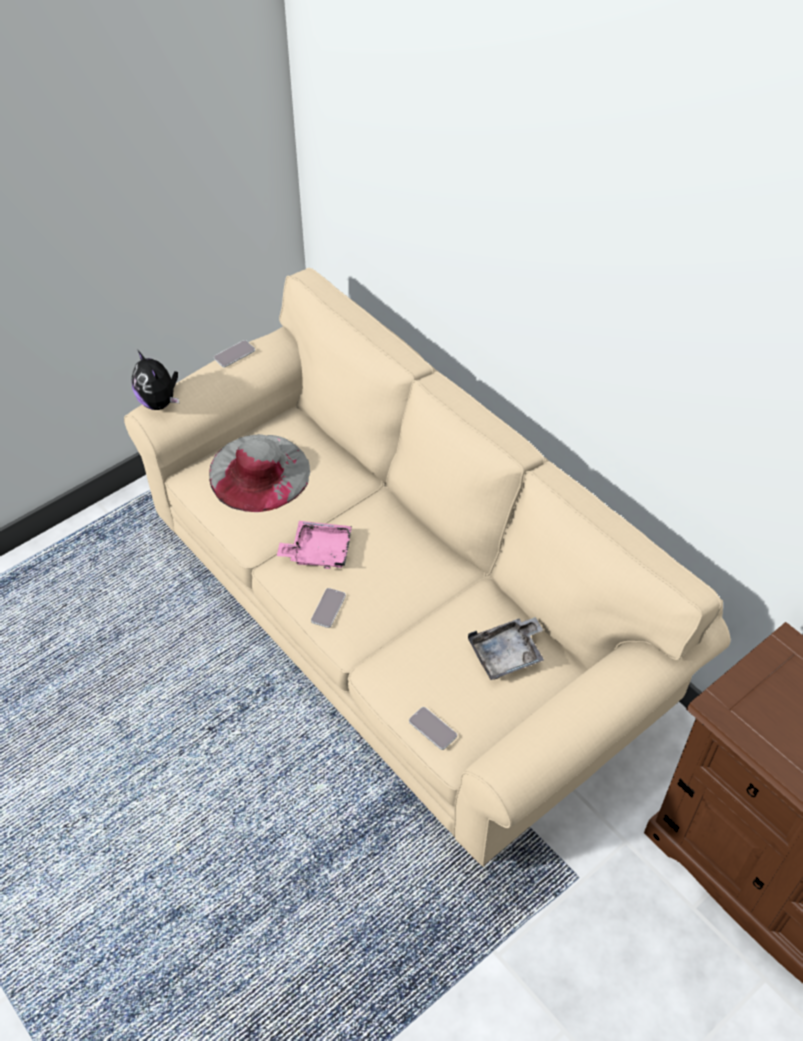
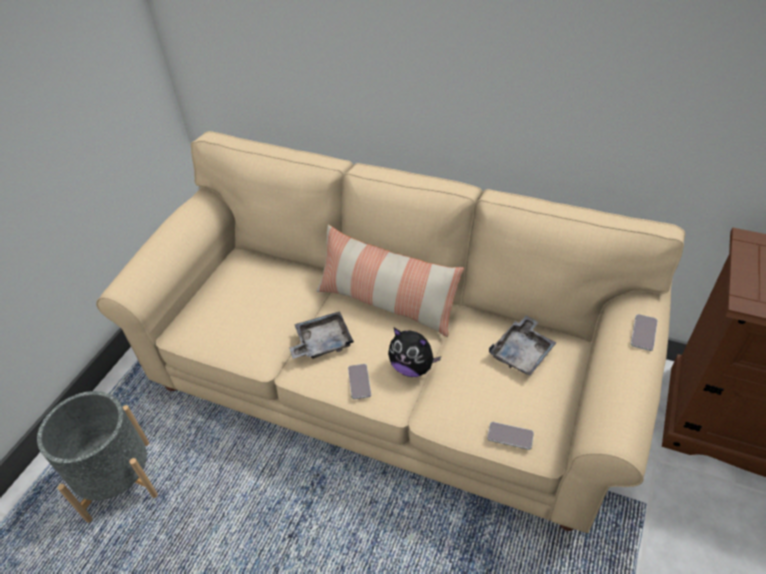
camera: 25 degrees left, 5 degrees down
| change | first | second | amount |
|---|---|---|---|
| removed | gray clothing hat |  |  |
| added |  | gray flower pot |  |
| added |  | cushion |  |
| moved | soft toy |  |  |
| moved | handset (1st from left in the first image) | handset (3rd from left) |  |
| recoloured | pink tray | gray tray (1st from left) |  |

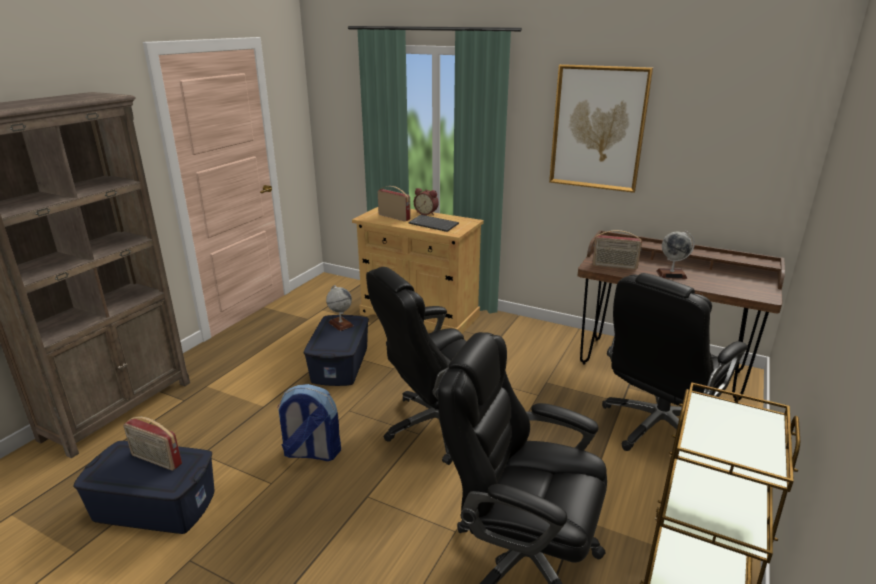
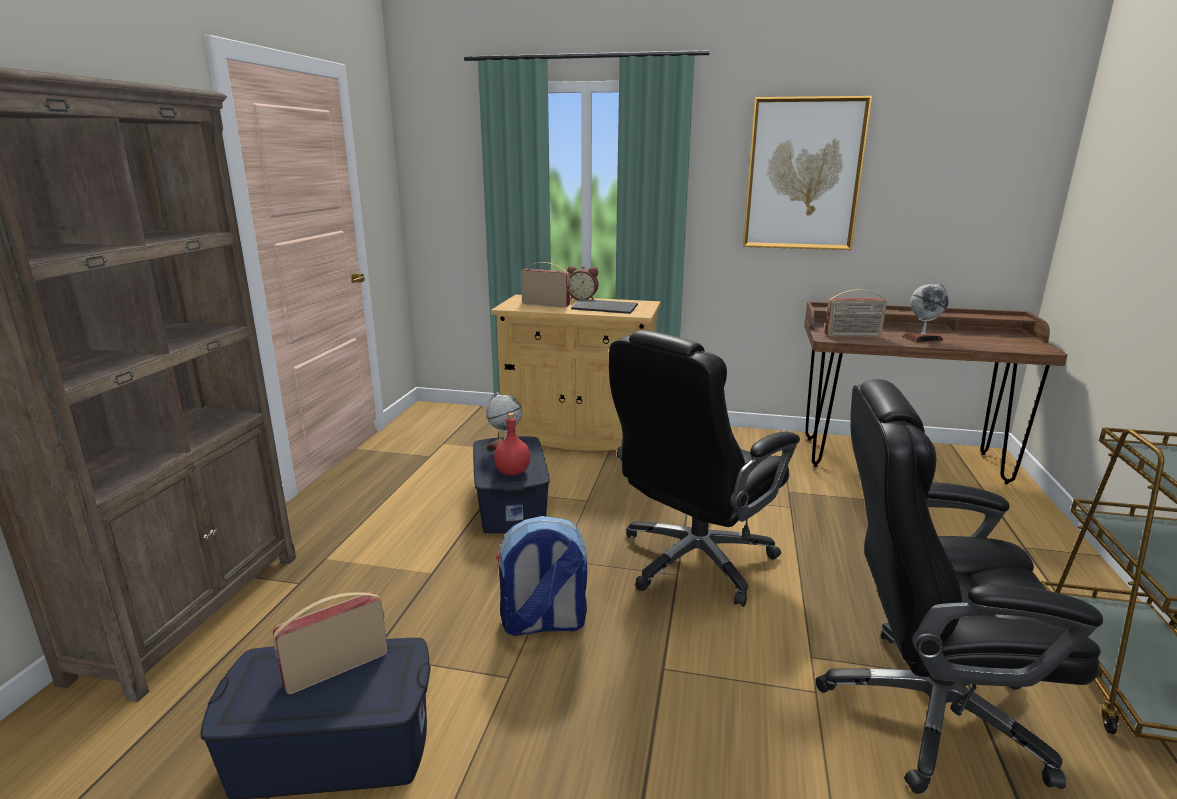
camera: 15 degrees left, 5 degrees down
| change | first | second | amount |
|---|---|---|---|
| removed | blackish desk chair (3rd from left) |  |  |
| added |  | red-coloured beverage bottle |  |
| turned | radio (1st from left) |  | 135 degrees clockwise |

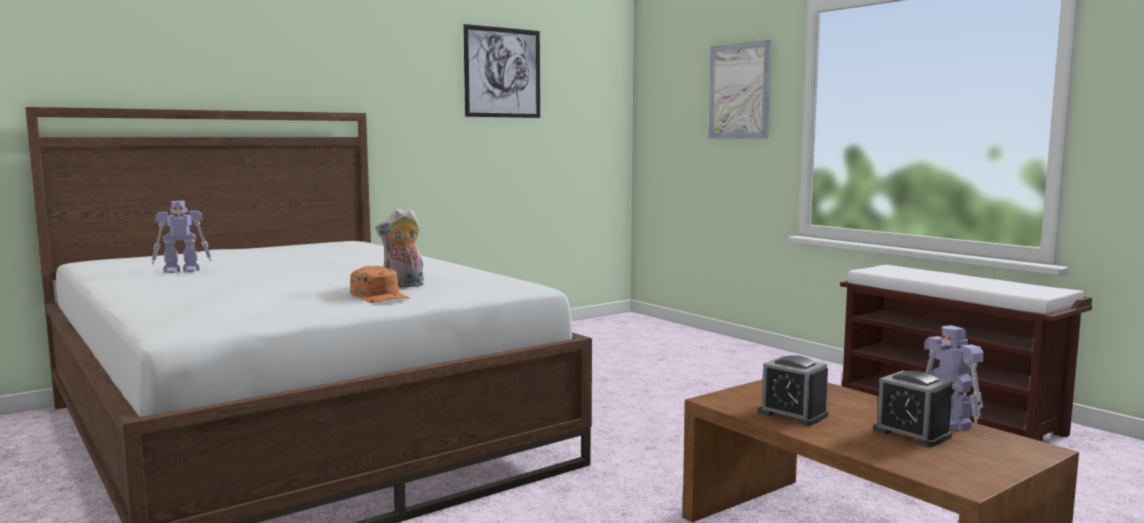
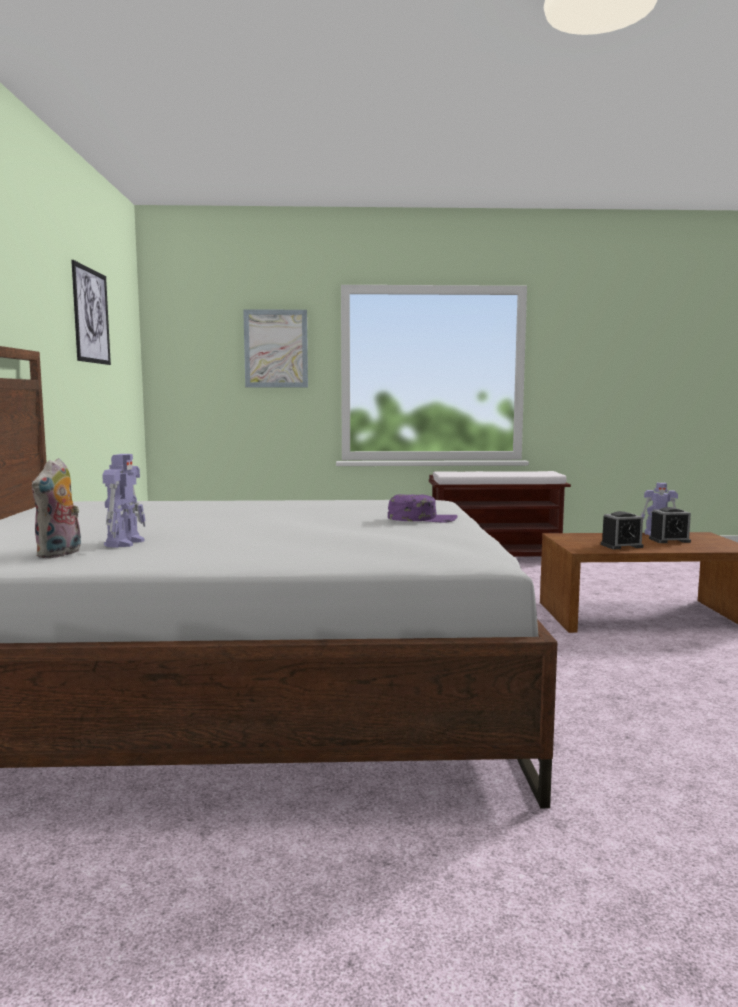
camera: 55 degrees left, 0 degrees up
| change | first | second | amount |
|---|---|---|---|
| moved | soft toy |  |  |
| recoloured | orange peaked cap | purple peaked cap |  |

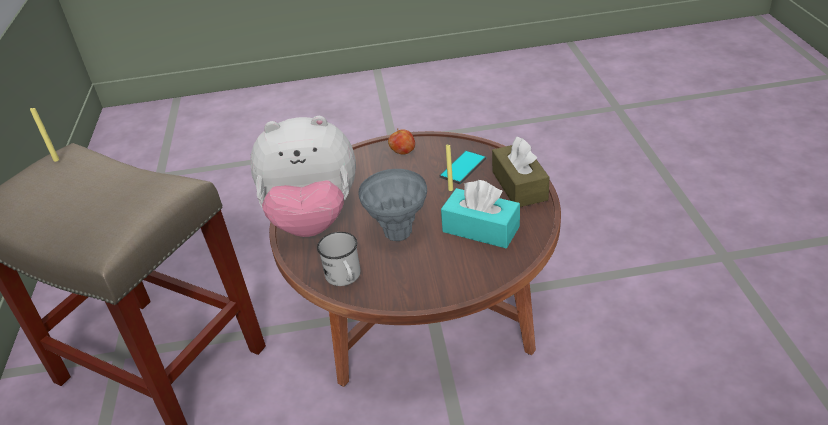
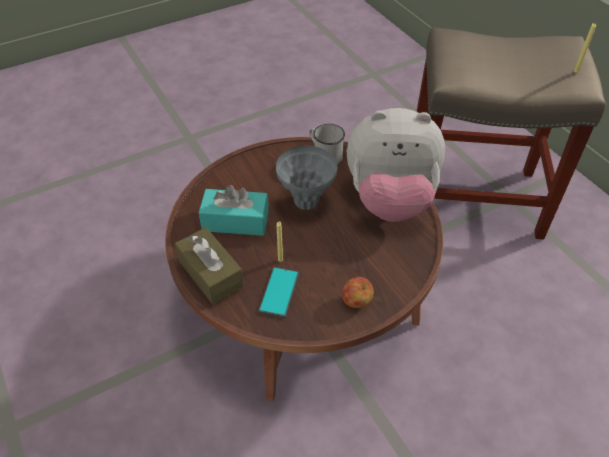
camera: 155 degrees right, 10 degrees up
| change | first | second | amount |
|---|---|---|---|
| turned | soft toy |  | 150 degrees counterclockwise |

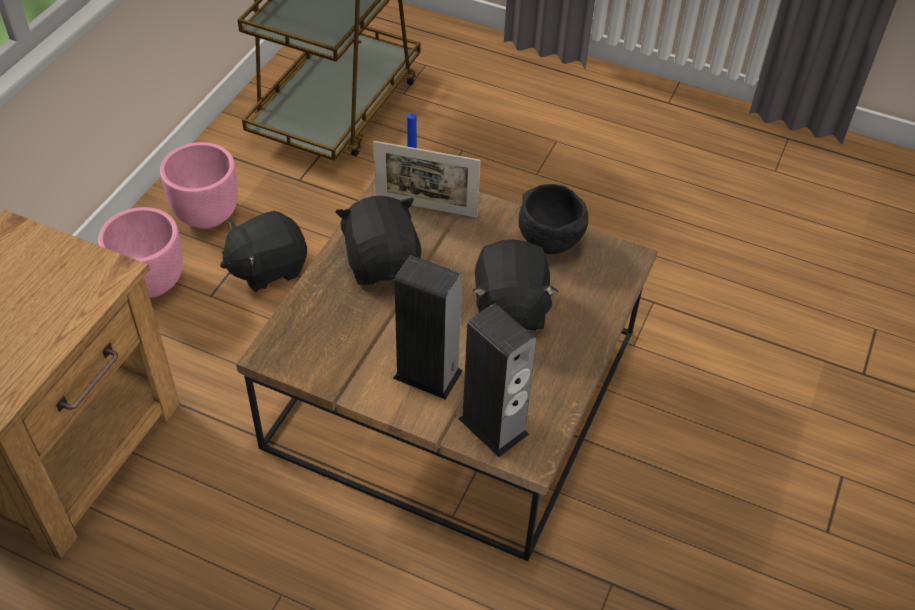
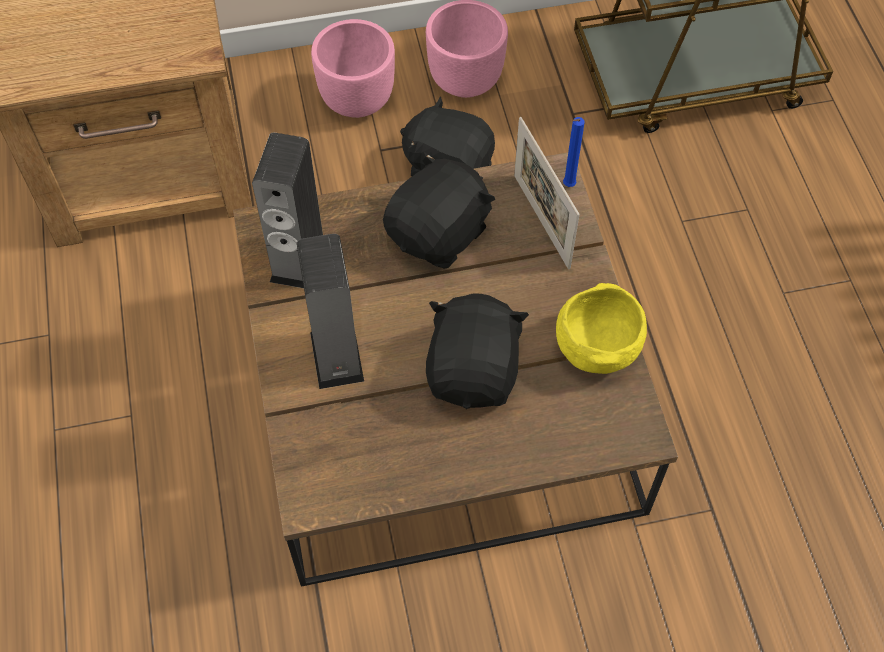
camera: 55 degrees right, 10 degrees up
| change | first | second | amount |
|---|---|---|---|
| moved | speaker (2nd from left in the first image) | speaker (1st from left) |  |
| recoloured | blackish bowl | yellow bowl |  |
| turned | blackish soft toy (3rd from left) |  | 135 degrees clockwise |

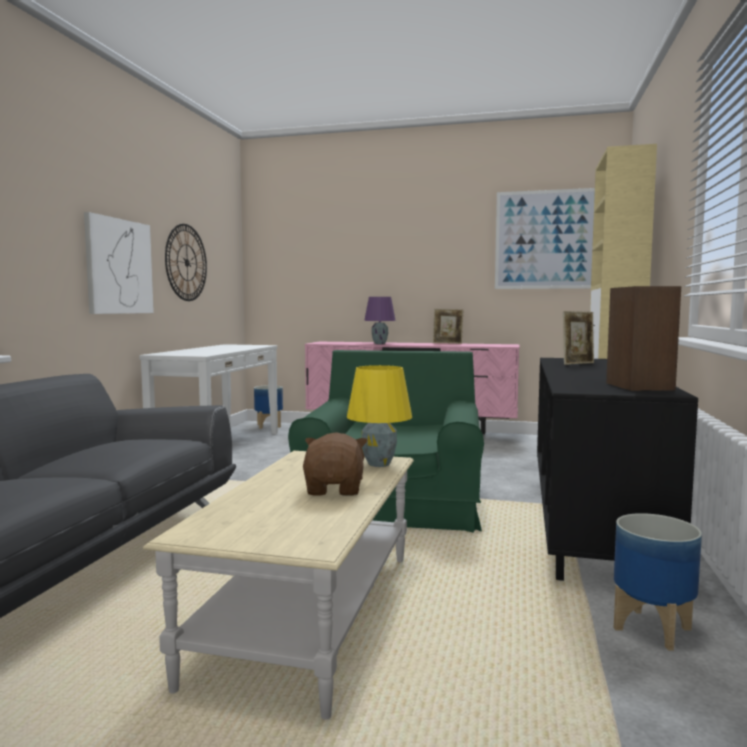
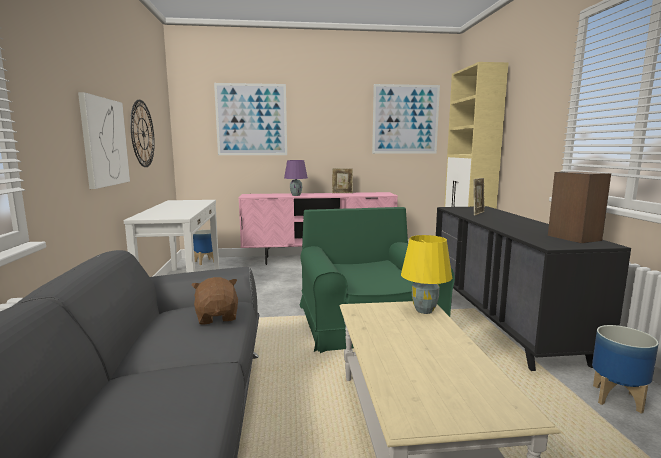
camera: 20 degrees left, 5 degrees up
| change | first | second | amount |
|---|---|---|---|
| added |  | picture (2nd from left) |  |
| moved | brownish soft toy |  |  |

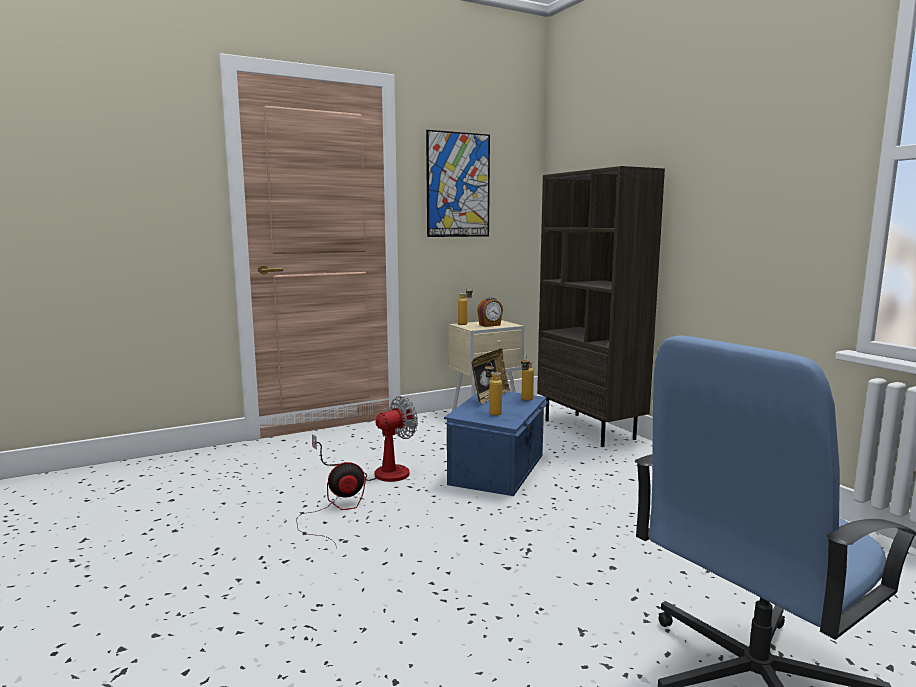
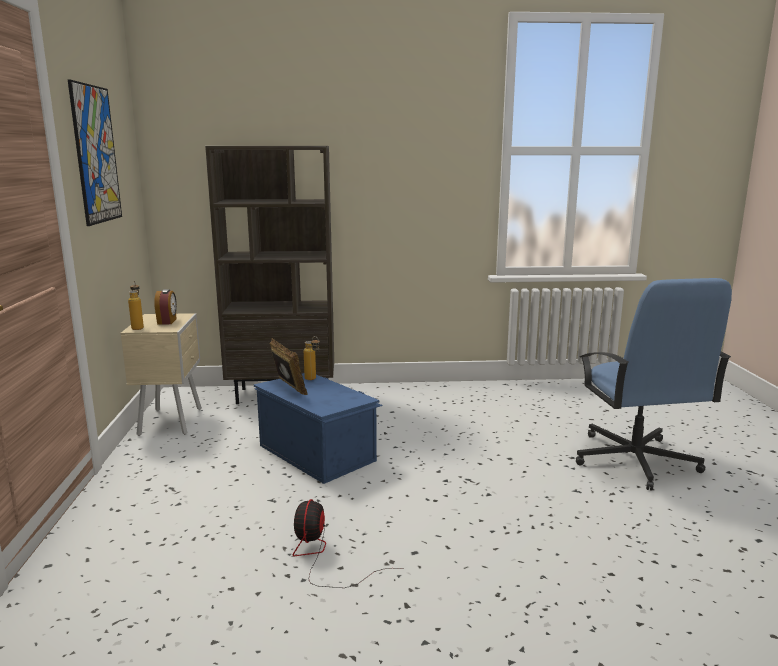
camera: 65 degrees left, 5 degrees up
| change | first | second | amount |
|---|---|---|---|
| removed | cooling fan (2nd from left) |  |  |
| removed | beverage bottle (2nd from left) |  |  |

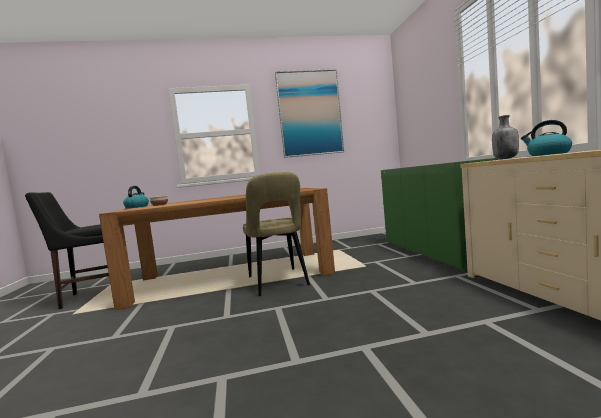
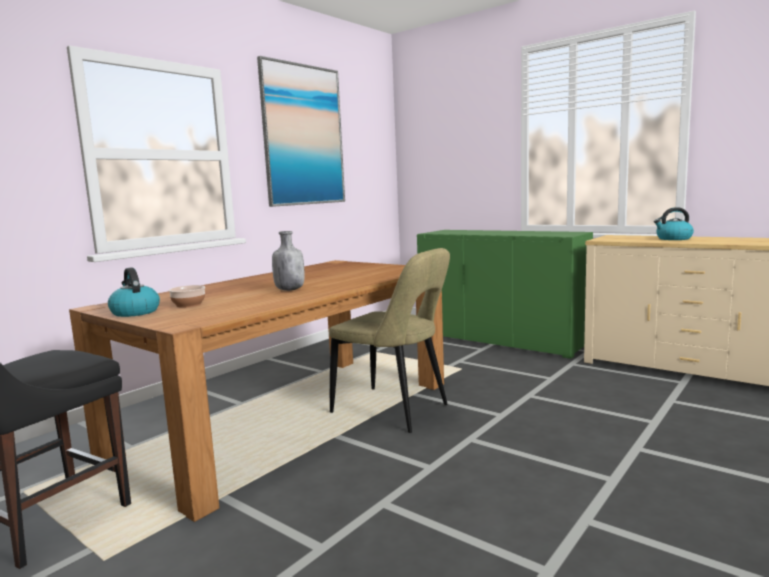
camera: 40 degrees left, 5 degrees up
| change | first | second | amount |
|---|---|---|---|
| moved | gray beverage bottle |  |  |

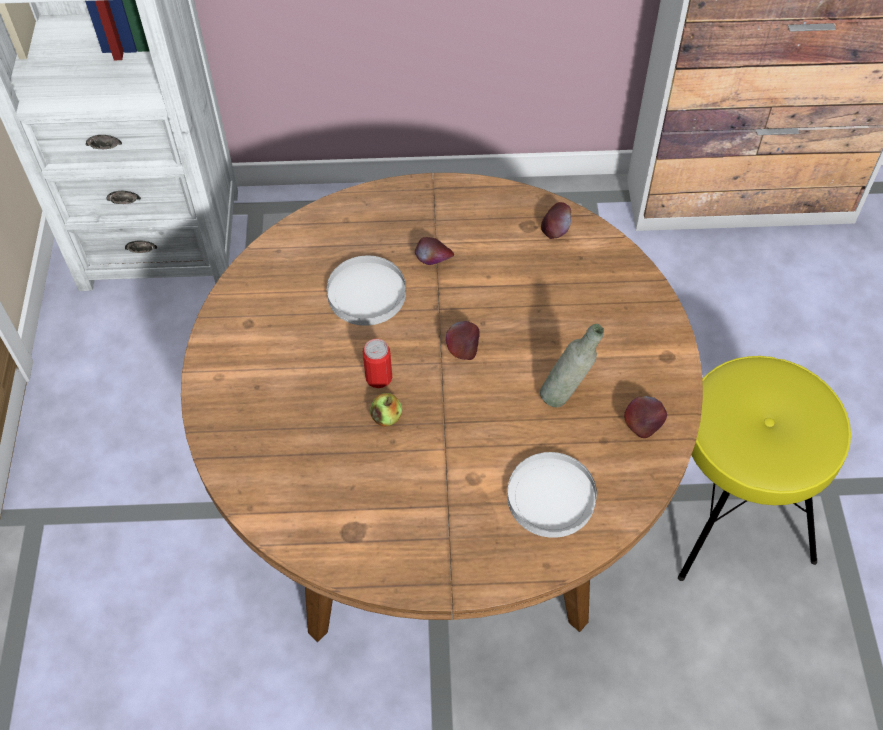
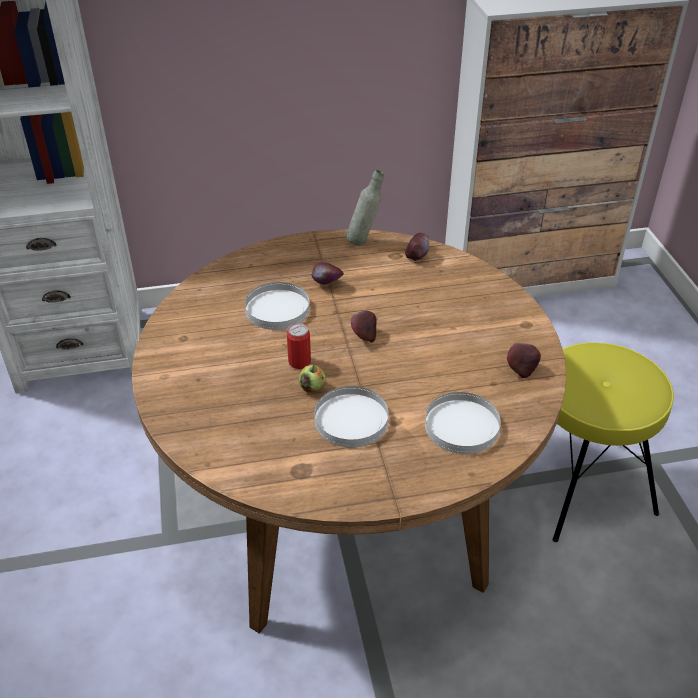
camera: 10 degrees left, 15 degrees down
| change | first | second | amount |
|---|---|---|---|
| added |  | white-coloured plate (2nd from left) |  |
| moved | gray beverage bottle |  |  |

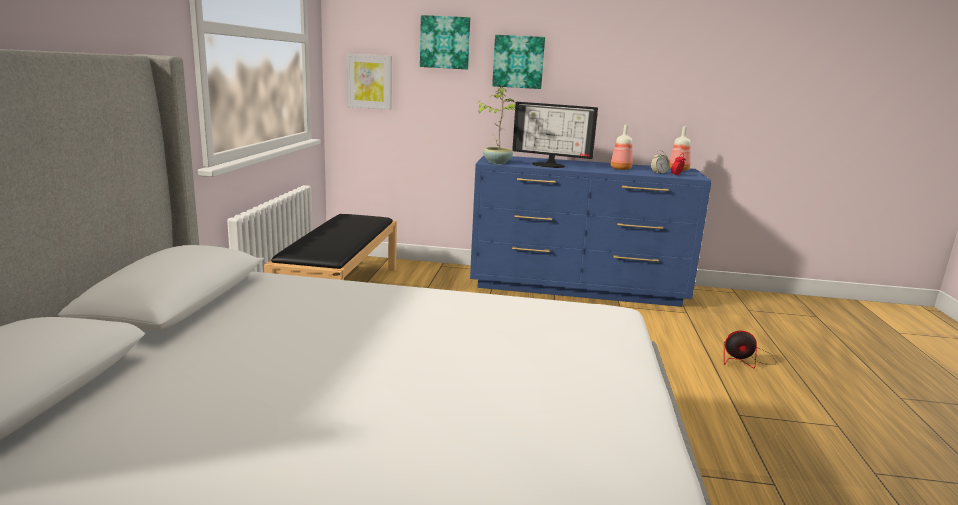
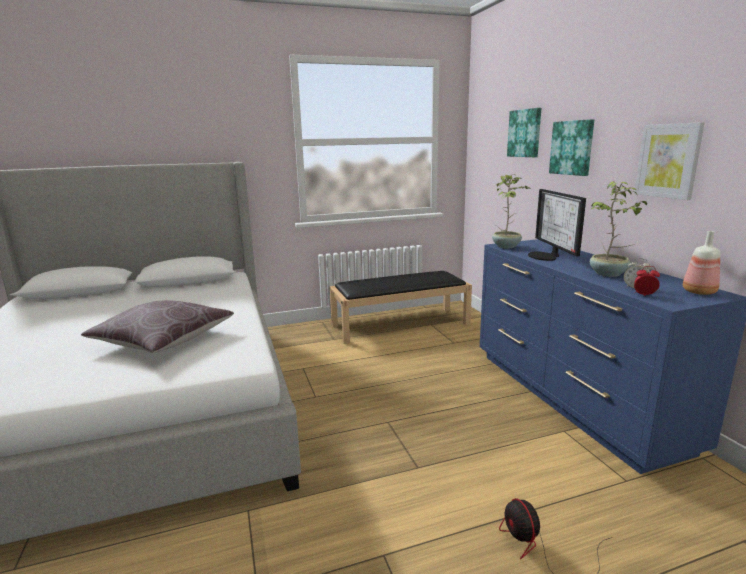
camera: 65 degrees right, 0 degrees up
| change | first | second | amount |
|---|---|---|---|
| added |  | brownish cushion |  |
| moved | picture (1st from left in the first image) | picture (3rd from left) |  |
| replaced | beverage bottle (1st from left) | potted plant (2nd from left) |  |

